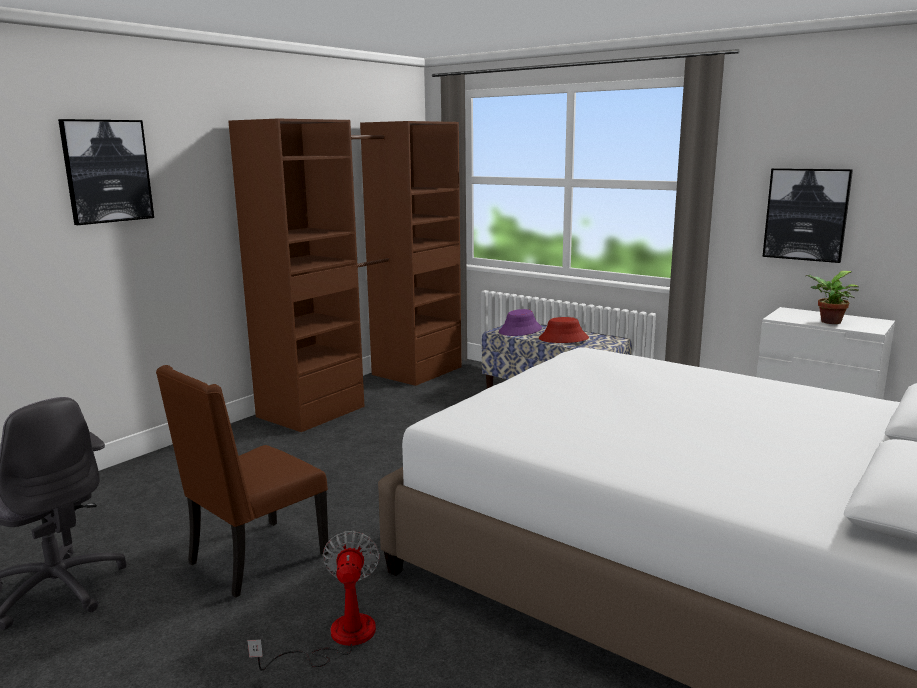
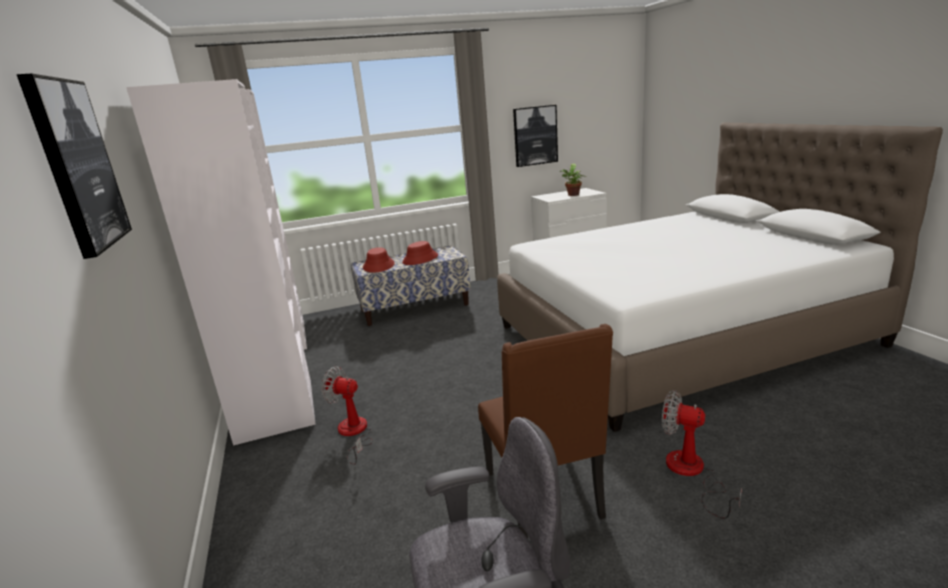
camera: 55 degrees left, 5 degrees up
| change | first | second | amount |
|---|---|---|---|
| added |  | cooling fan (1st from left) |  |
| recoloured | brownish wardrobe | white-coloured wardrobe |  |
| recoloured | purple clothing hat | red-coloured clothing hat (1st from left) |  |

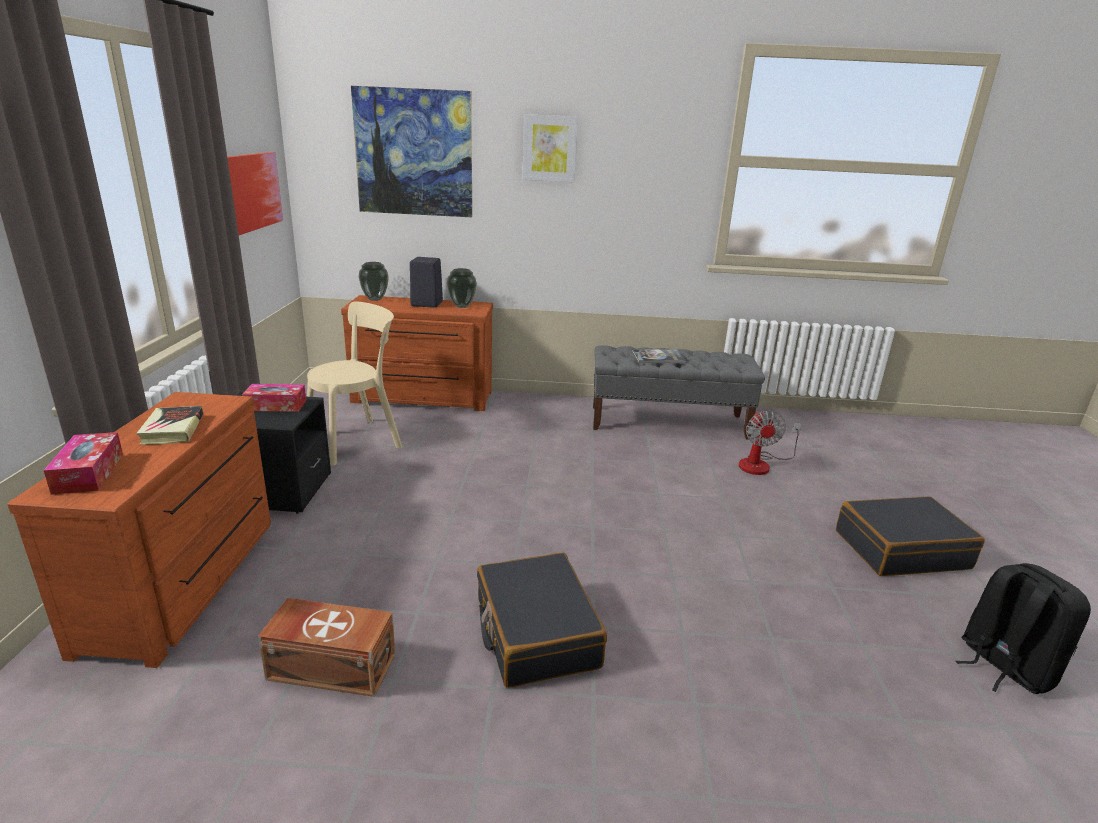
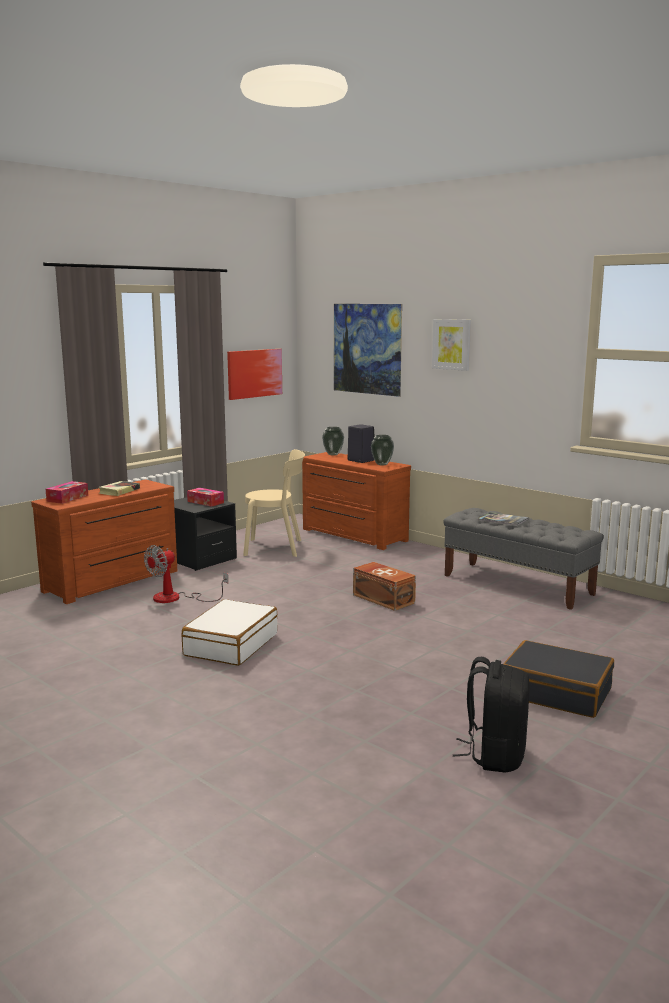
camera: 40 degrees right, 10 degrees down
| change | first | second | amount |
|---|---|---|---|
| moved | brownish storage box |  |  |
| moved | cooling fan |  |  |
| recoloured | blackish suitcase (1st from left) | white-coloured suitcase |  |

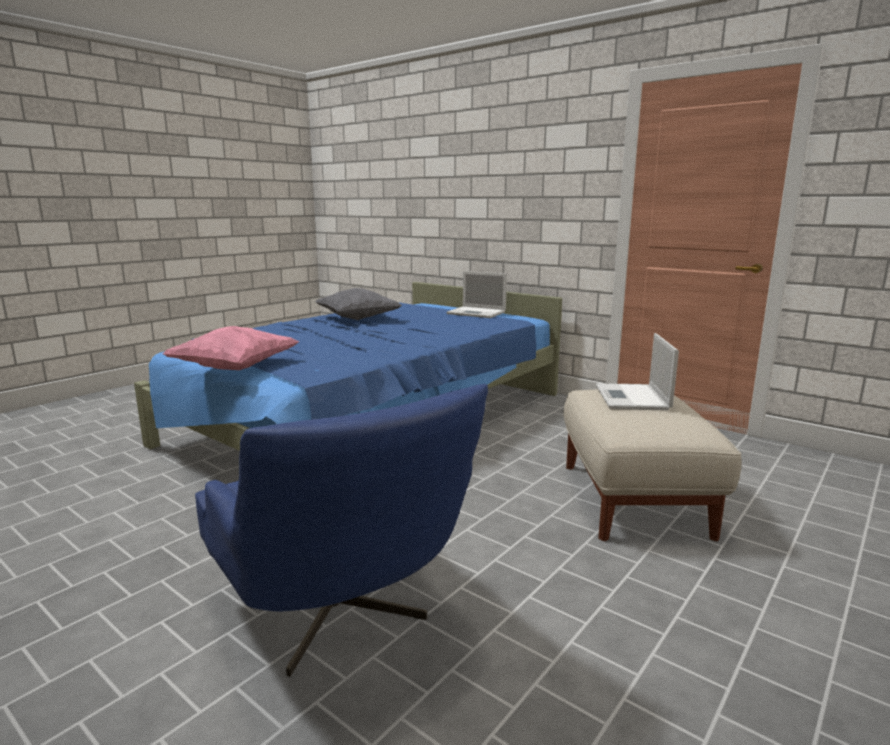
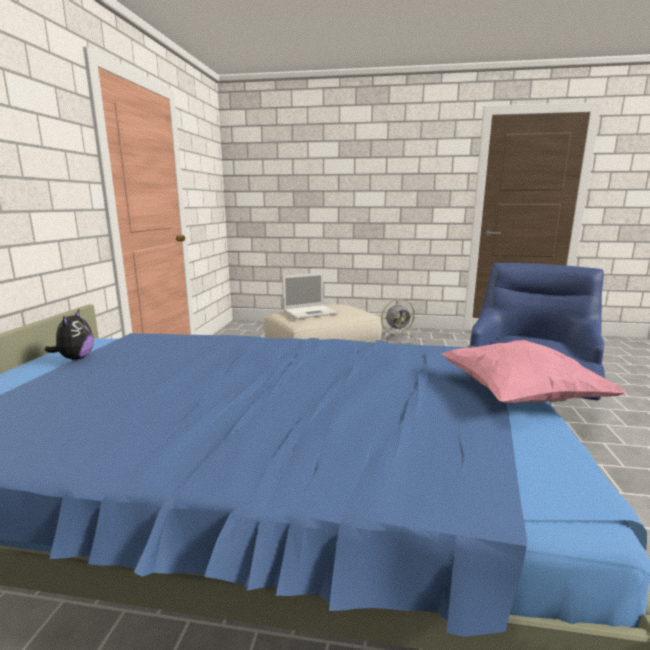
camera: 120 degrees left, 0 degrees up
| change | first | second | amount |
|---|---|---|---|
| removed | gray cushion |  |  |
| added |  | gray cooling fan |  |
| replaced | portable computer (1st from left) | soft toy |  |

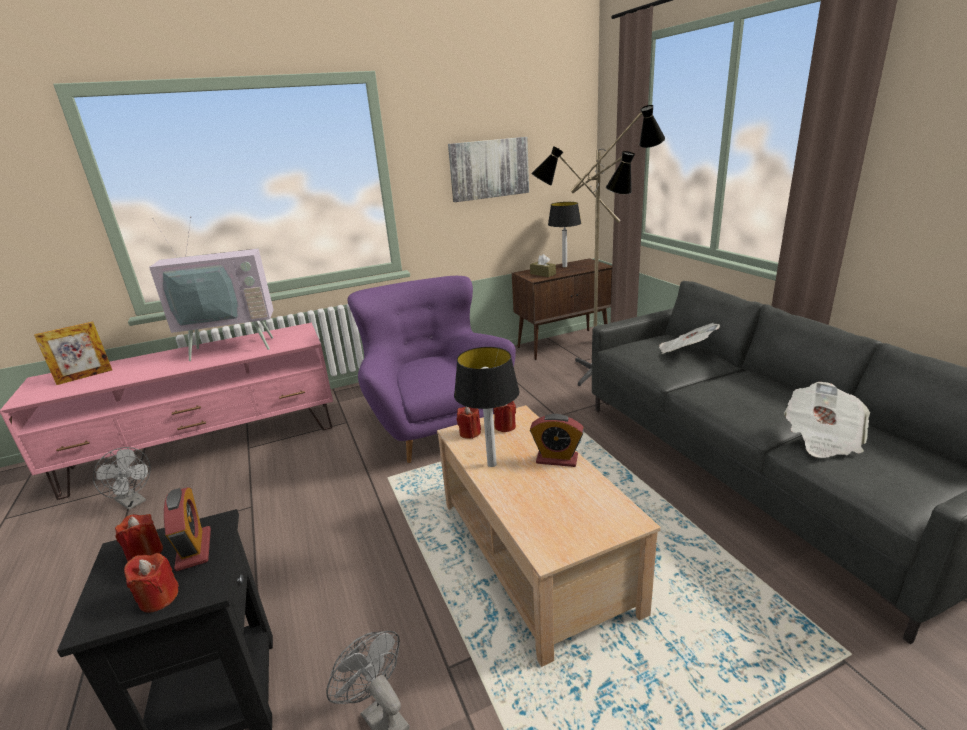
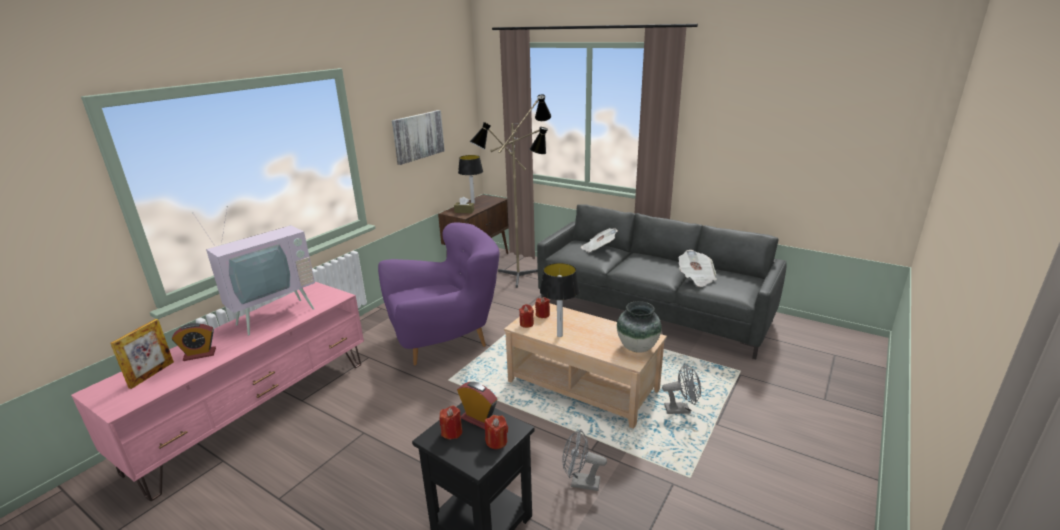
camera: 35 degrees left, 0 degrees up
| change | first | second | amount |
|---|---|---|---|
| added |  | flower vase |  |
| moved | gray cooling fan (1st from left in the first image) | gray cooling fan (2nd from left) |  |
| moved | bedside clock (2nd from left in the first image) | bedside clock (1st from left) |  |
| turned | purple armchair |  | 120 degrees clockwise |

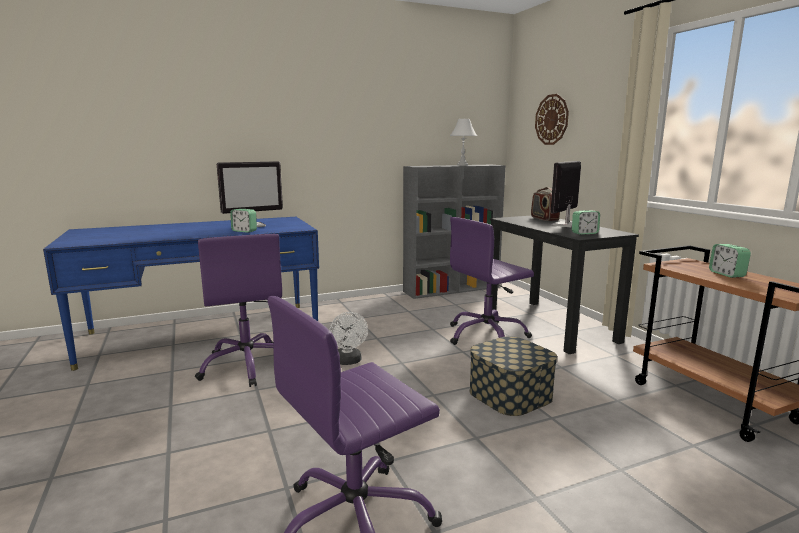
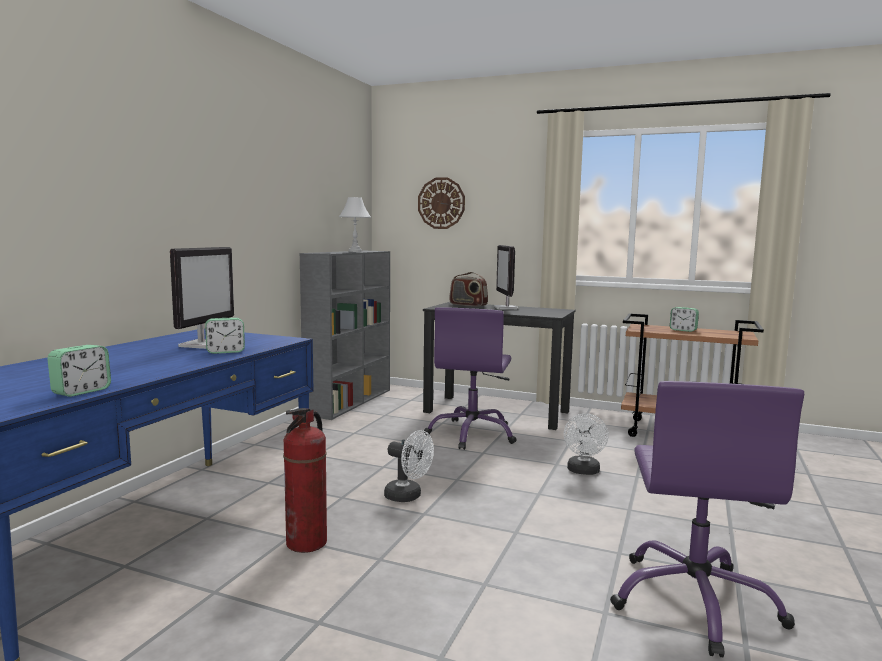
camera: 45 degrees left, 5 degrees down
| change | first | second | amount |
|---|---|---|---|
| moved | bedside clock (2nd from left in the first image) | bedside clock (1st from left) |  |
| replaced | purple desk chair (1st from left) | extinguisher |  |
| replaced | storage box | white-coloured cooling fan (2nd from left) |  |

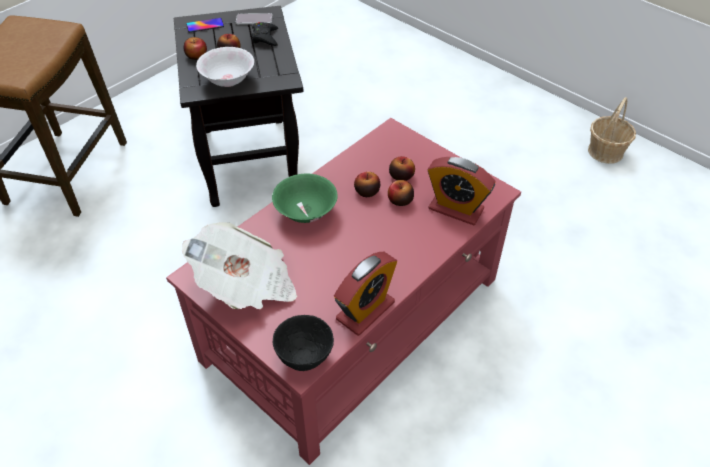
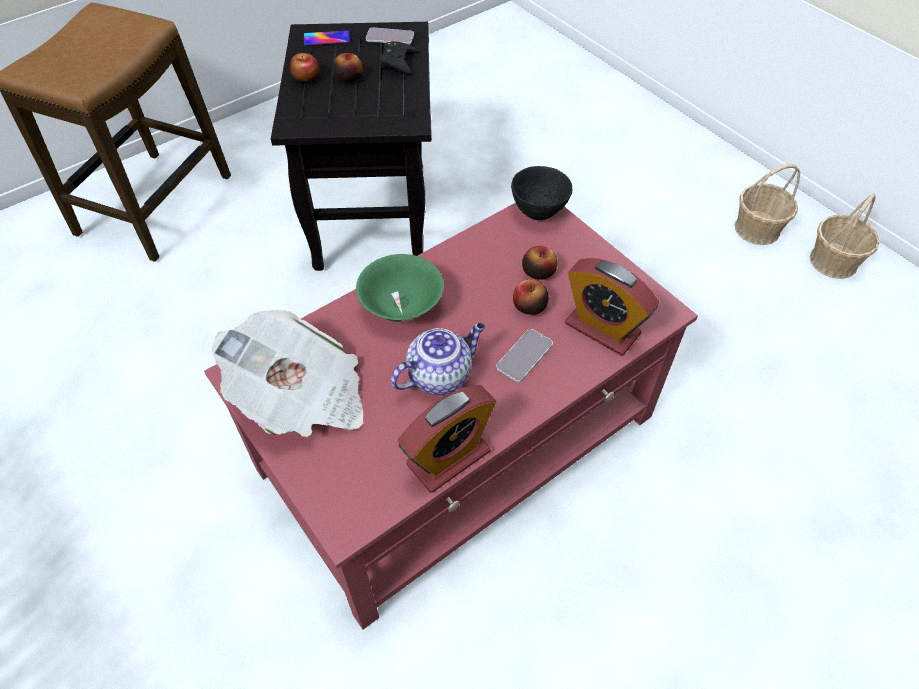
camera: 10 degrees right, 5 degrees up
| change | first | second | amount |
|---|---|---|---|
| removed | white-coloured bowl |  |  |
| removed | apple (3rd from left) |  |  |
| added |  | pot for tea |  |
| added |  | handset (3rd from left) |  |
| added |  | household basket (1st from left) |  |
| moved | blackish bowl |  |  |

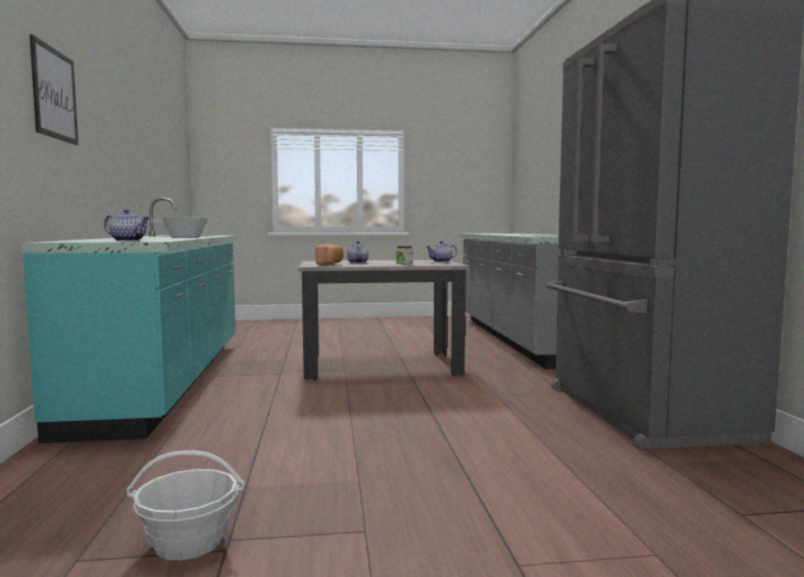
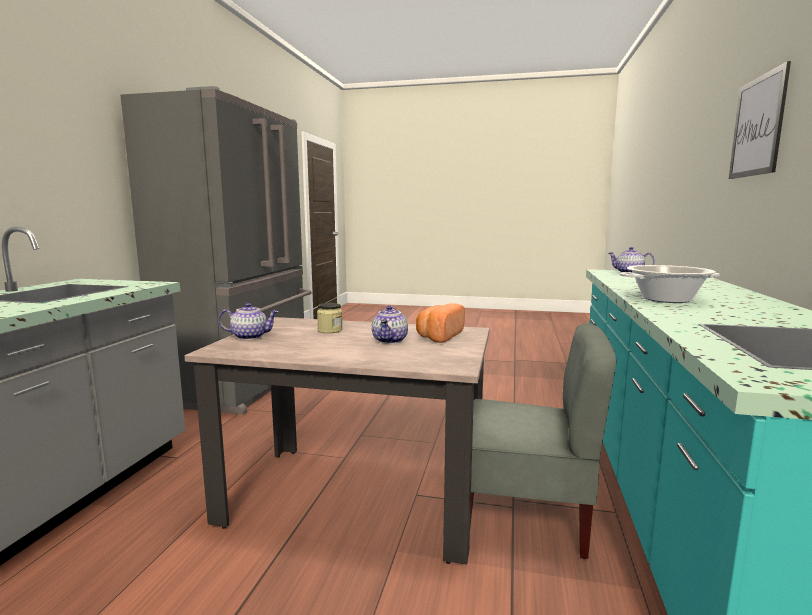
camera: 160 degrees left, 5 degrees up
| change | first | second | amount |
|---|---|---|---|
| removed | household basket |  |  |
| added |  | gray plain chair |  |

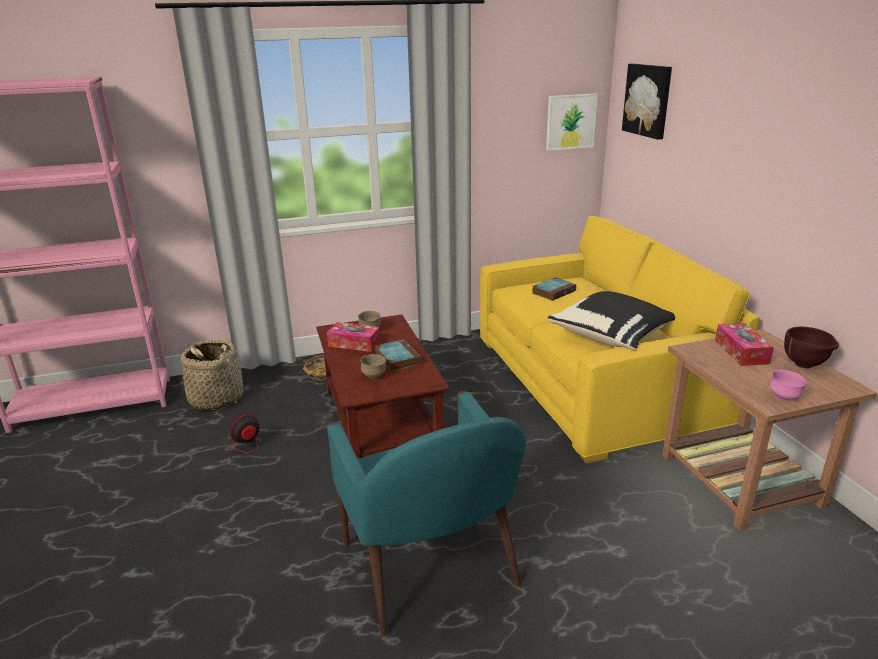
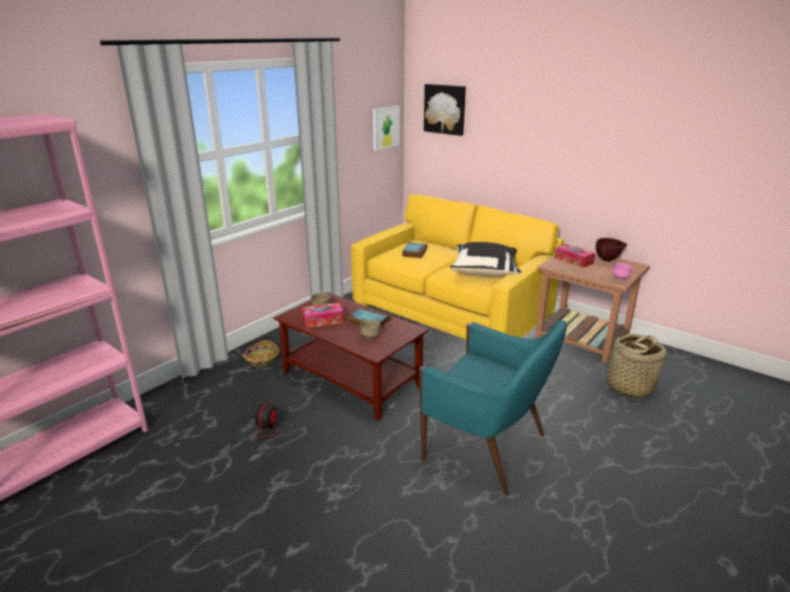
camera: 35 degrees left, 0 degrees up
| change | first | second | amount |
|---|---|---|---|
| moved | household basket (1st from left in the first image) | household basket (2nd from left) |  |

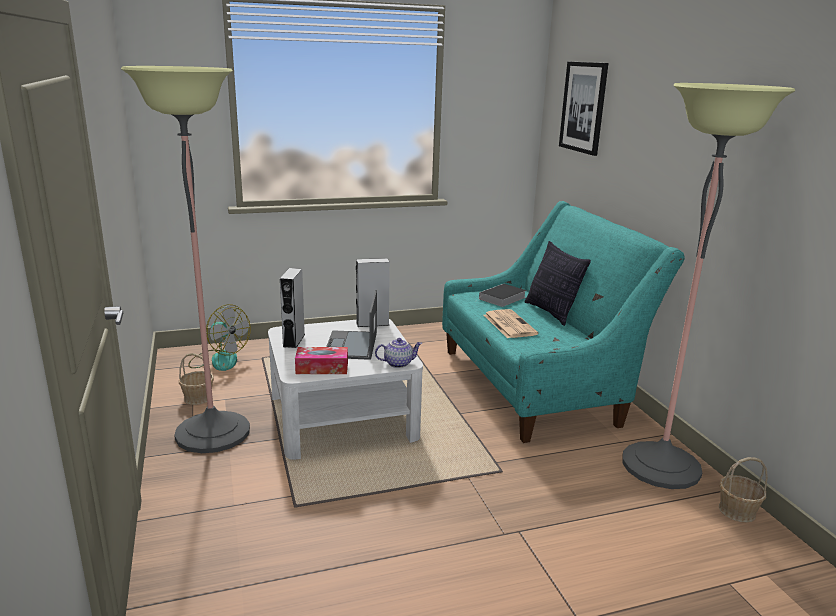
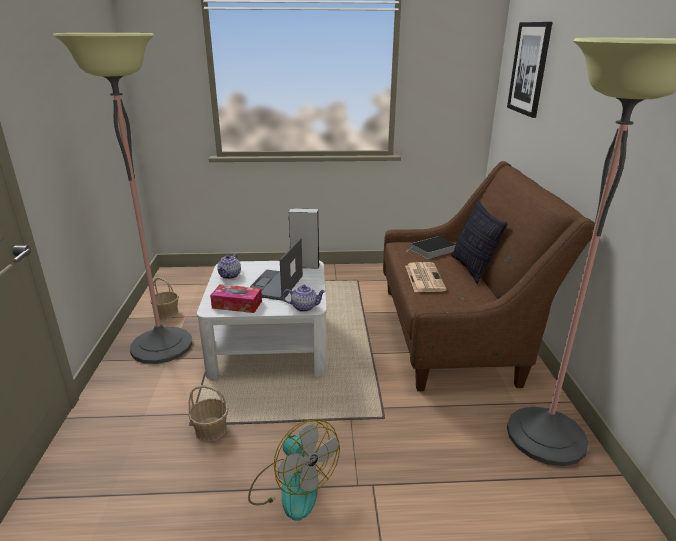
camera: 15 degrees right, 5 degrees up
| change | first | second | amount |
|---|---|---|---|
| moved | cooling fan |  |  |
| moved | household basket (2nd from left) |  |  |
| replaced | gray speaker (1st from left) | pot for tea (1st from left) |  |
| recoloured | turquoise couch | brownish couch |  |

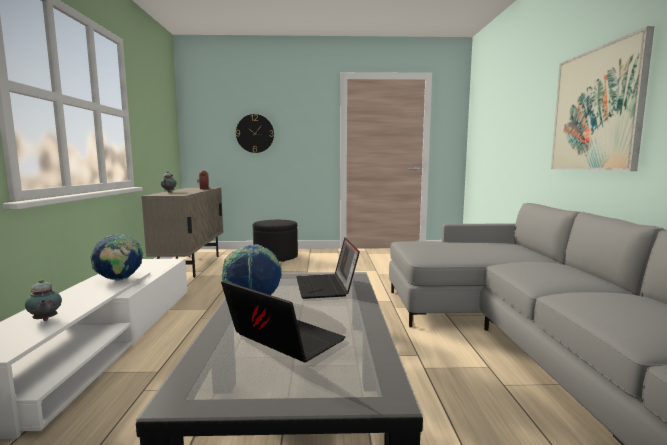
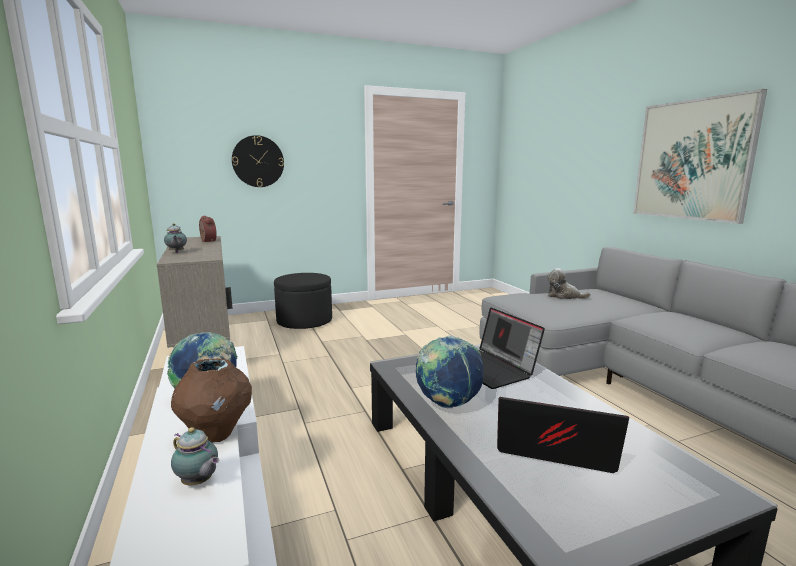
camera: 20 degrees left, 5 degrees up
| change | first | second | amount |
|---|---|---|---|
| added |  | brownish flower vase |  |
| added |  | soft toy |  |

